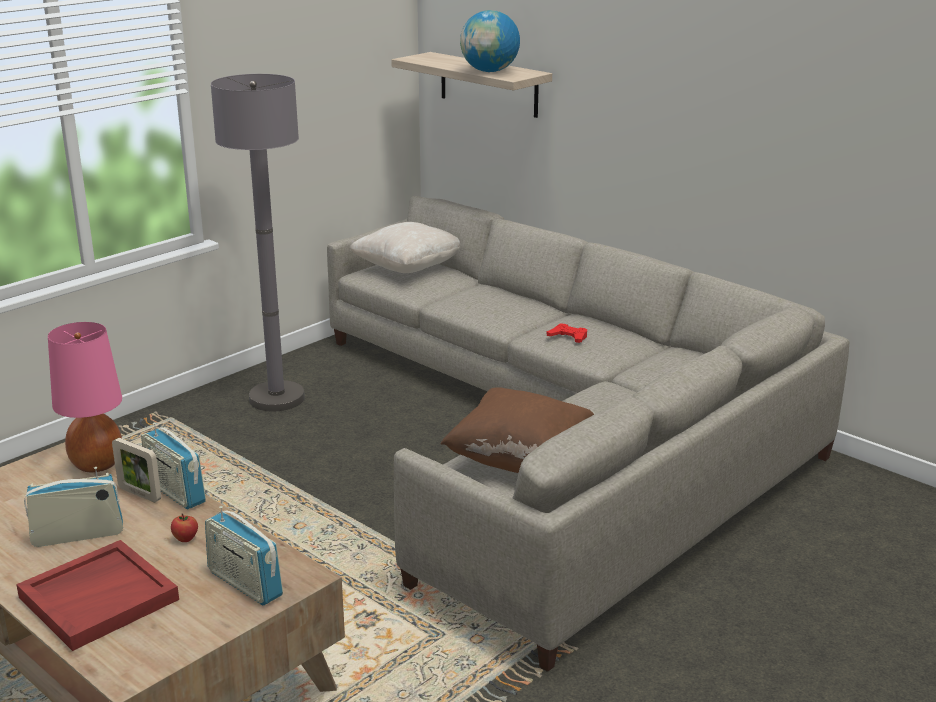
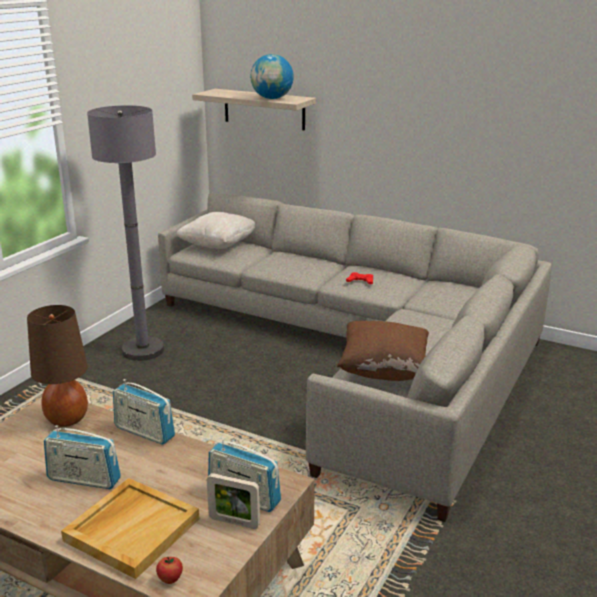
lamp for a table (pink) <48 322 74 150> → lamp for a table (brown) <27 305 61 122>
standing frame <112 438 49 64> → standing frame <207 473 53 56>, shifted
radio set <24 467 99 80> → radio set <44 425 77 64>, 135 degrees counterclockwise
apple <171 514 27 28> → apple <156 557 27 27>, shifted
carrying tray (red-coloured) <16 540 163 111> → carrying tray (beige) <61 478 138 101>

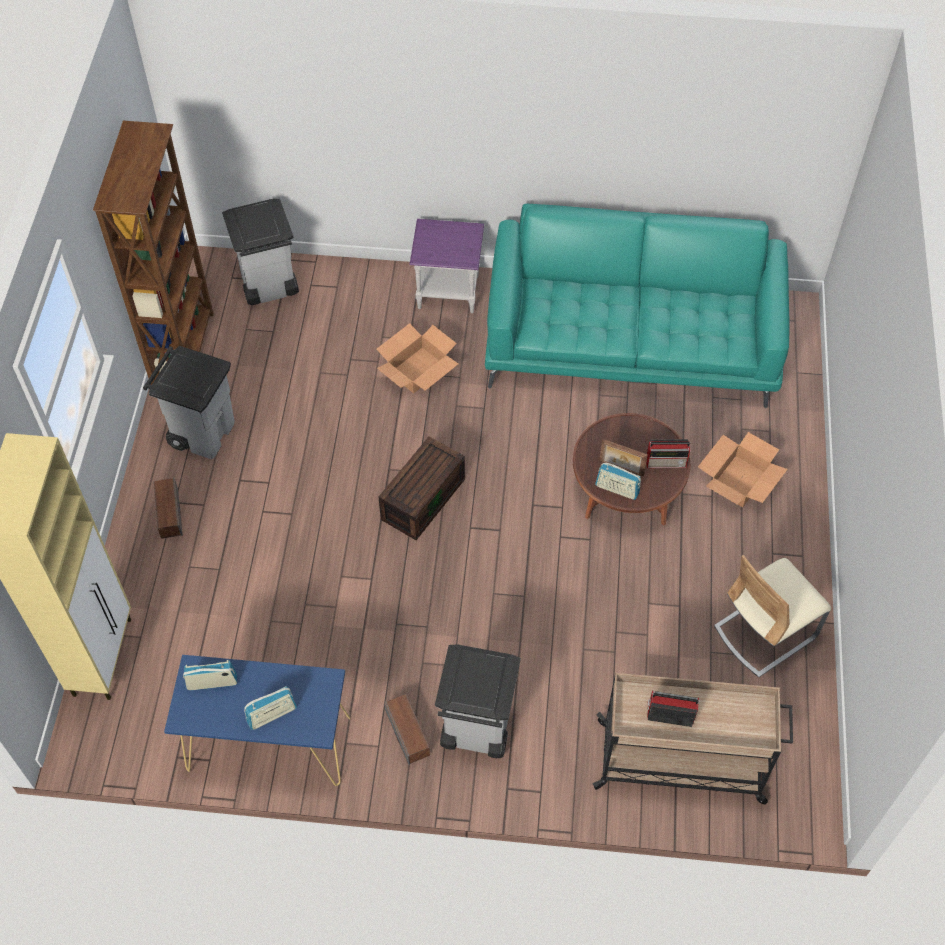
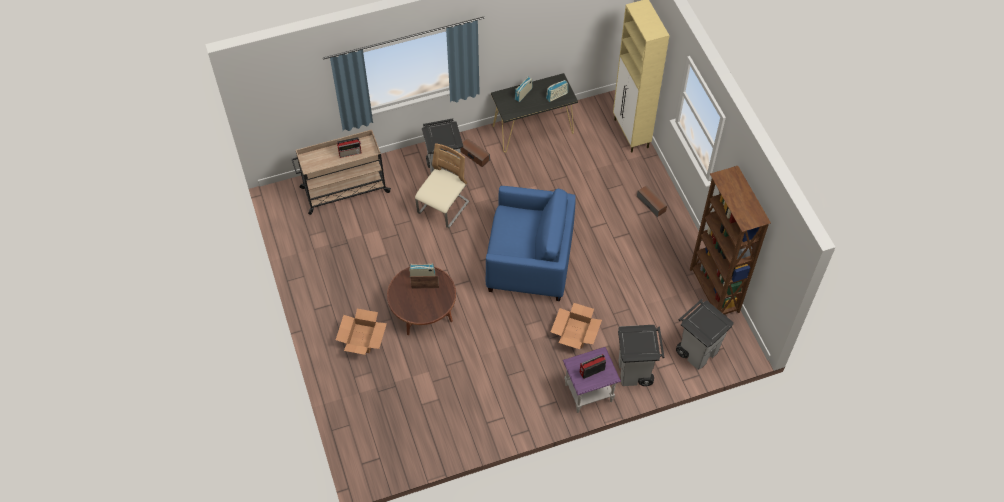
settee (blue-green) <485 204 305 204> → -
trash can (grey) <143 346 92 113> → trash can (grey) <618 325 46 61>, shifted
storage box (brown) <379 437 86 103> → armchair (blue-coloured) <485 186 91 115>
radio set <646 439 45 29> → radio set <580 354 26 25>, shifted
plain chair (beige) <714 555 117 122> → plain chair (beige) <415 143 54 85>, shifted
console table (blue-coloured) <164 655 187 131> → console table (blackish) <491 73 87 80>

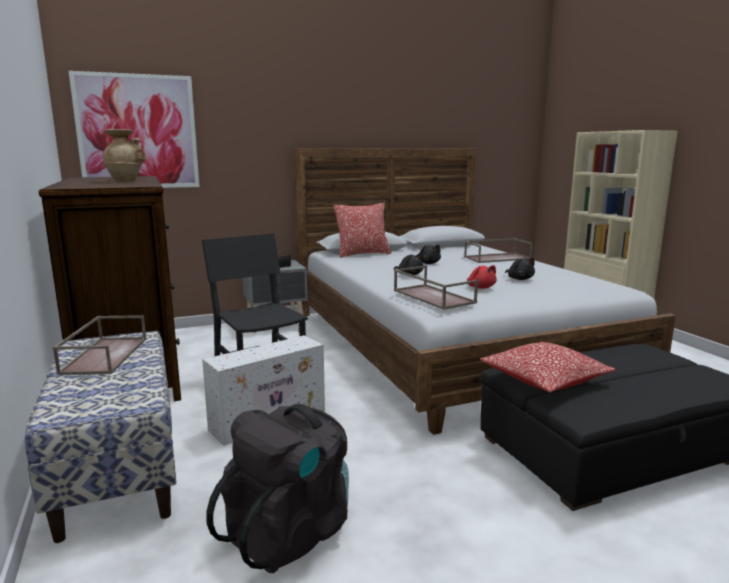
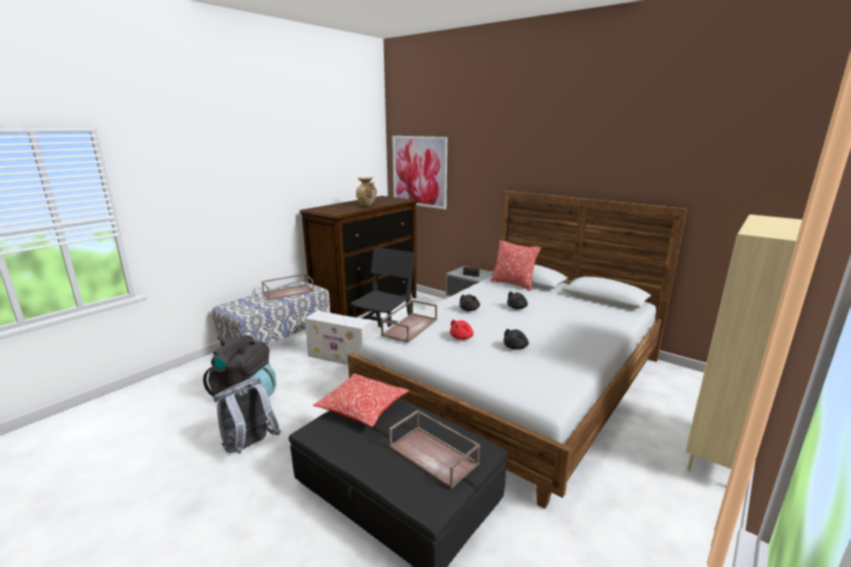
carrying tray (brown) <464 238 68 25> → carrying tray (brown) <389 410 91 79>, shifted
- → rucksack (grey) <214 377 67 77>

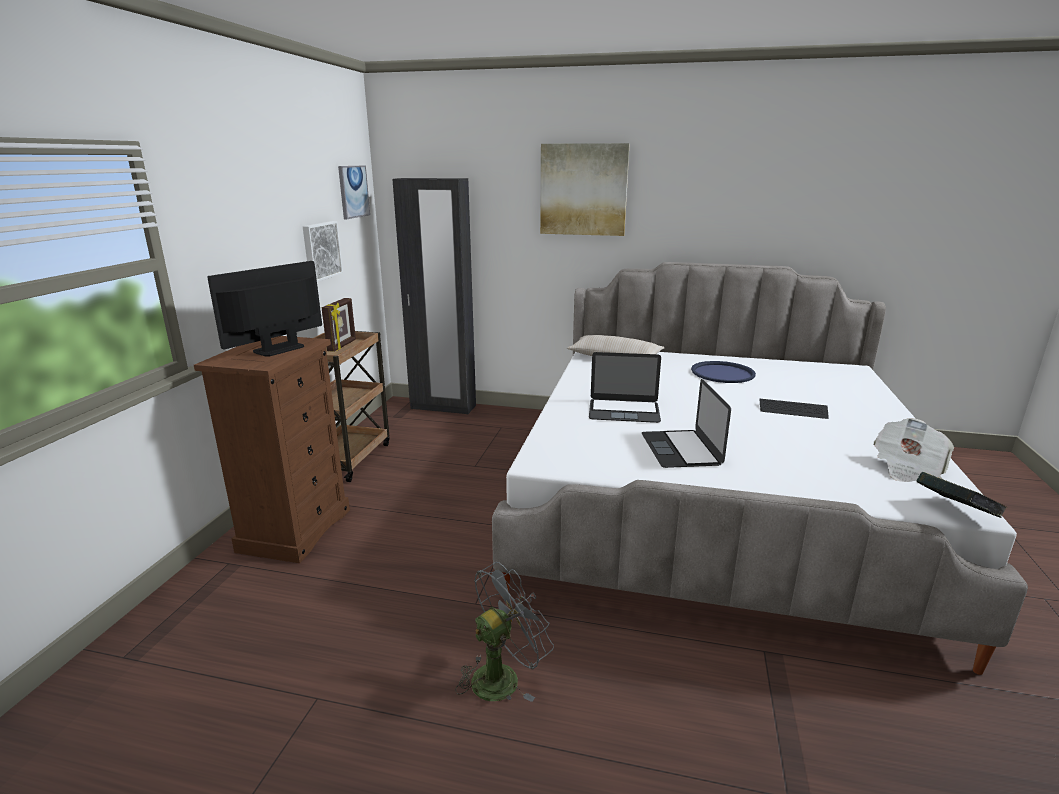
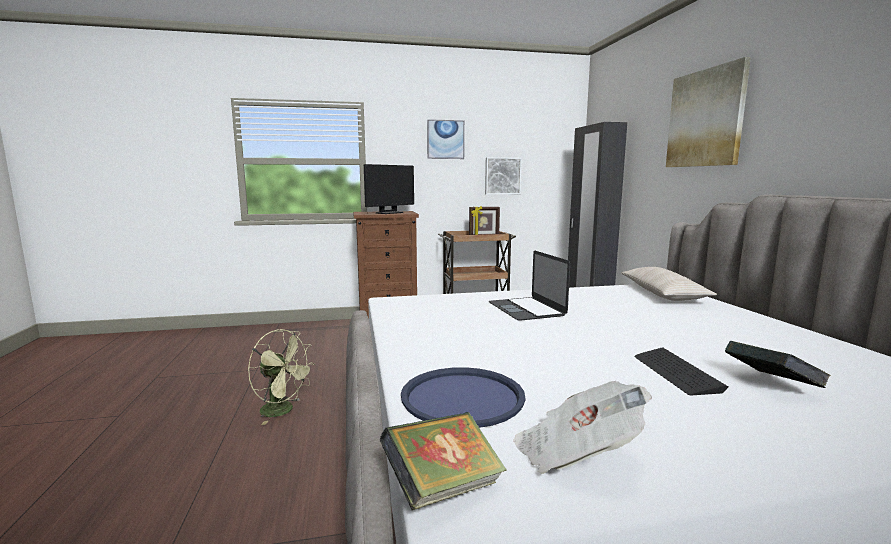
wall art <338 166 32 53> → wall art <427 119 38 40>, shifted
computer screen <207 261 115 96> → computer screen <364 164 50 50>, 120 degrees clockwise
carrying tray (blue-coloured) <691 361 65 22> → carrying tray (blue-coloured) <401 367 124 61>, shifted
portable computer <642 379 89 89> → -
fan (grey) <455 562 99 140> → fan (green-coloured) <248 329 67 96>
- → volume <725 341 106 47>

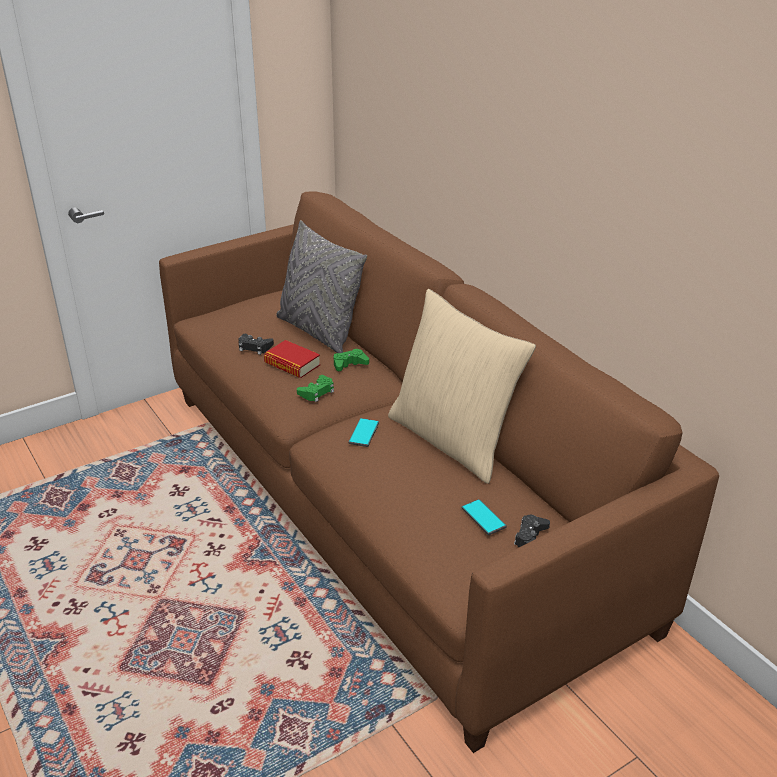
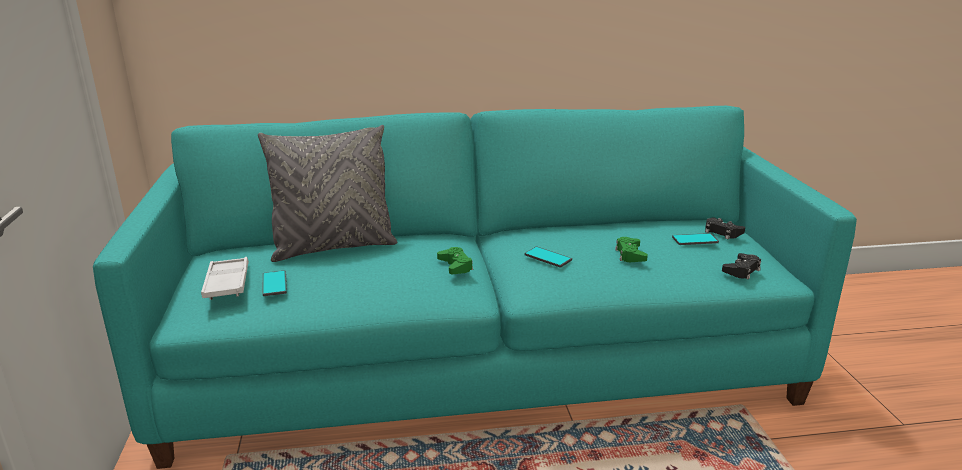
settee (brown) <159 191 560 562> → settee (blue-green) <93 106 764 363>
throw pillow (beige) <388 289 148 195> → -
gamepad (blackish) <239 334 35 21> → gamepad (blackish) <722 253 39 26>, shifted
volume <264 340 56 38> → -
gamepad (green-coloured) <334 349 35 22> → gamepad (green-coloured) <615 237 33 25>, shifted
- → carrying tray (whitish) <201 257 48 43>
- → phone <262 270 25 26>

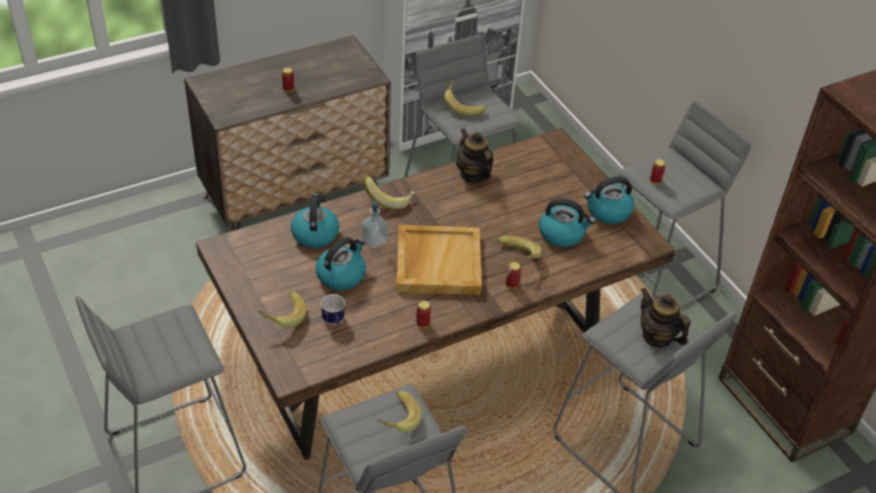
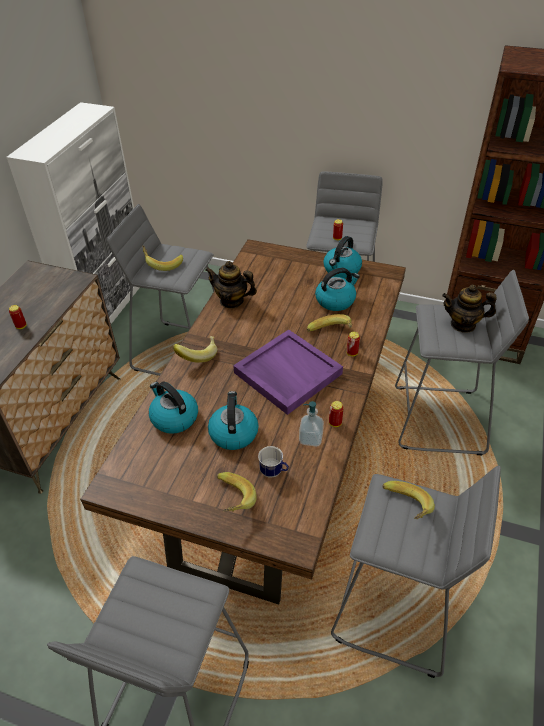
soap dispenser <362 200 26 48> → soap dispenser <299 401 25 46>, shifted
carrying tray (beige) <396 225 86 70> → carrying tray (purple) <233 329 110 86>

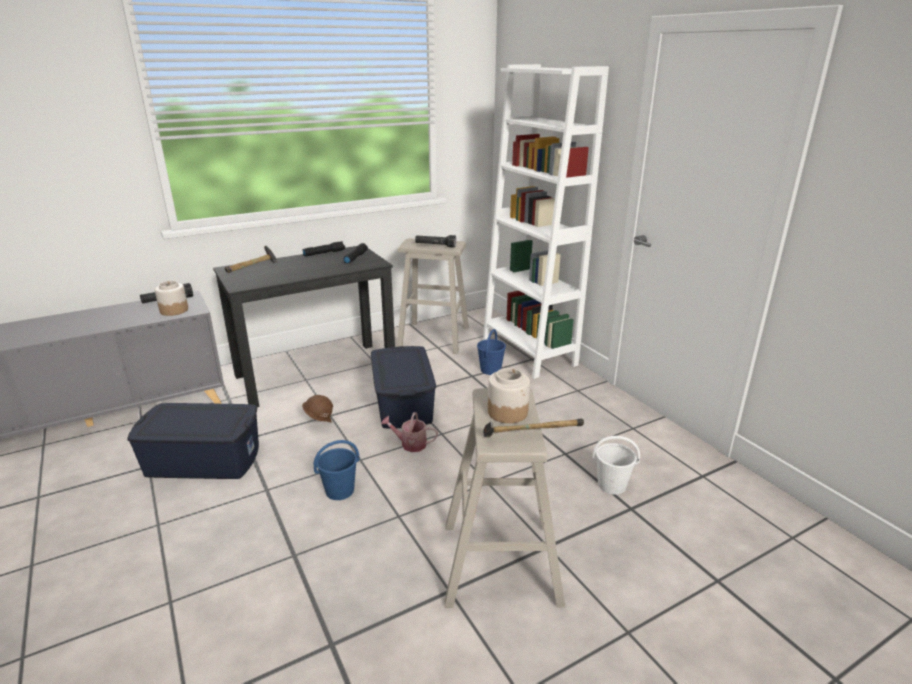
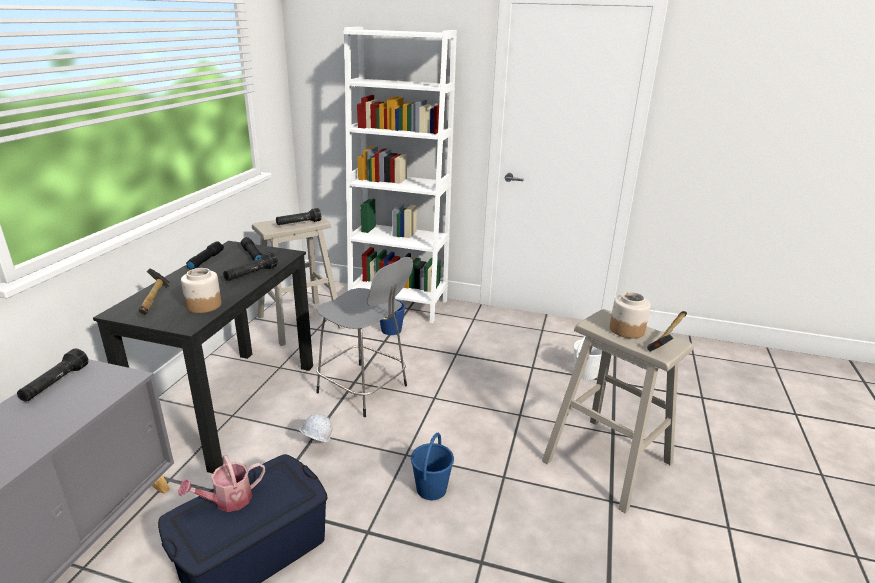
preserve jar <155 281 33 35> → preserve jar <181 268 41 45>, shifted
storage box (blue-coloured) <371 346 65 82> → stool (grey) <316 257 97 160>
work helmet (brown) <302 395 31 28> → work helmet (whitish) <299 414 33 28>
watering can <381 412 57 40> → watering can <178 455 87 57>, shifted
- → flashlight (blackish) <223 252 55 29>

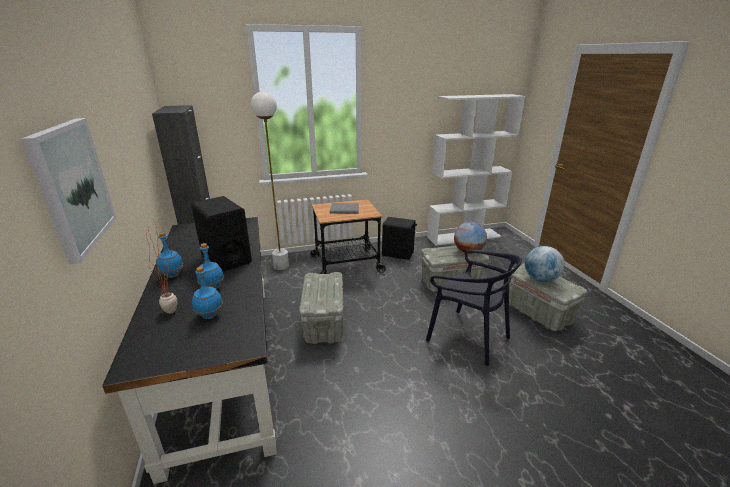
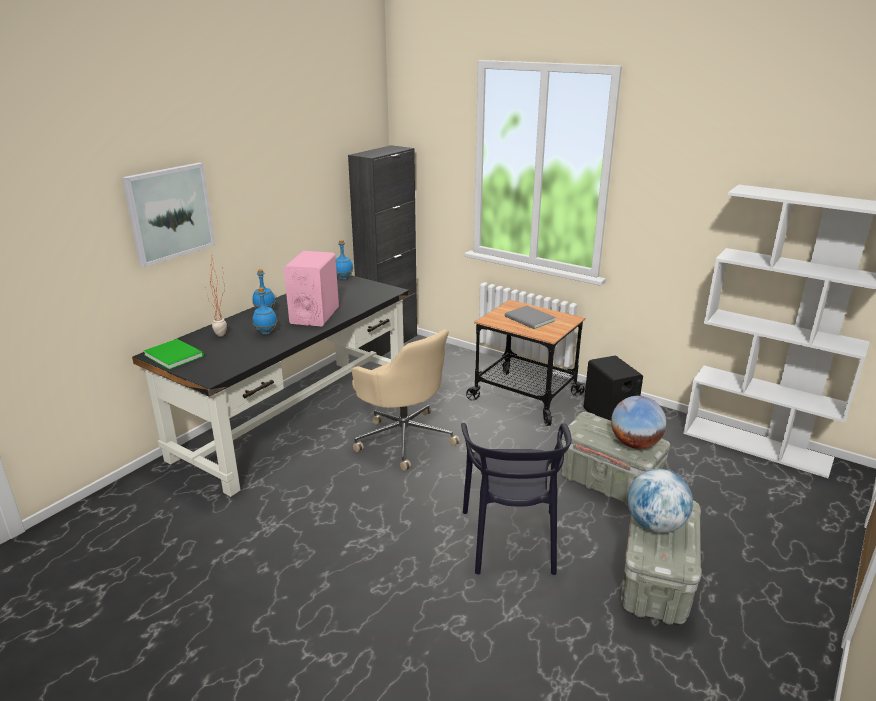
standing lamp (whitish) <251 92 38 178> → -
loudspeaker (blackish) <191 196 61 76> → loudspeaker (pink) <284 251 55 75>
beverage bottle (blue-coloured) <192 267 31 52> → beverage bottle (blue-coloured) <336 240 17 40>, shifted
storage box (grey) <299 272 45 72> → office chair (beige) <352 329 108 142>
- → volume (green-coloured) <144 339 60 31>

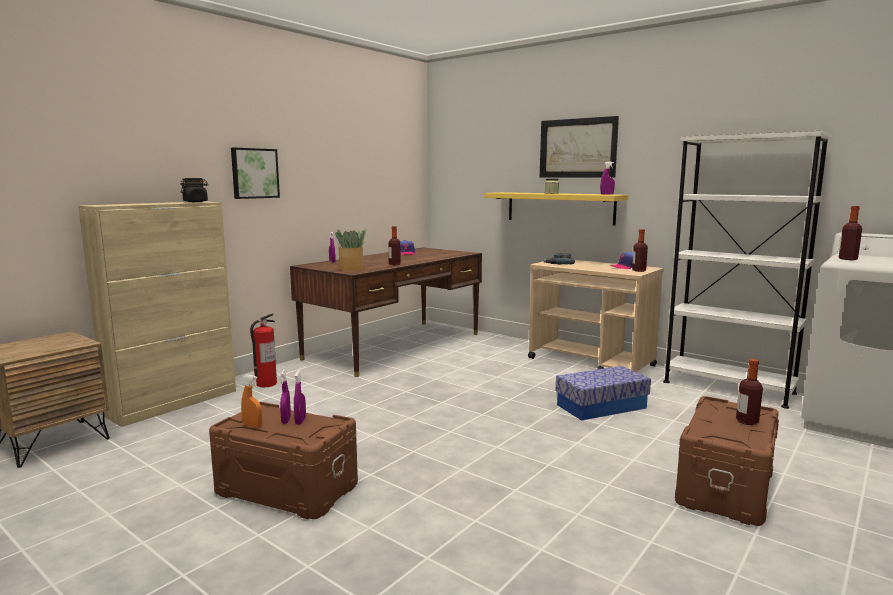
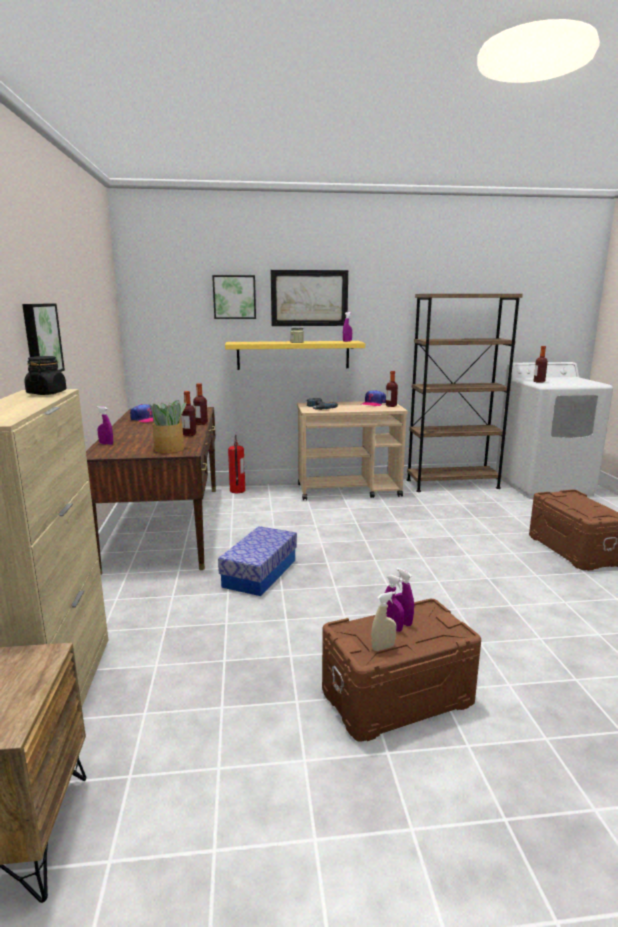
bookshelf (whitish) <663 131 168 278> → bookshelf (brown) <406 294 117 198>
extinguisher <250 313 27 74> → extinguisher <228 435 17 58>, shifted
beverage bottle <736 359 27 66> → beverage bottle <193 383 15 42>, shifted
storage box <555 366 96 55> → storage box <218 526 79 70>, shifted
sprayer (orange) <241 375 21 53> → sprayer (beige) <371 592 25 59>
- → wall art <212 275 44 44>

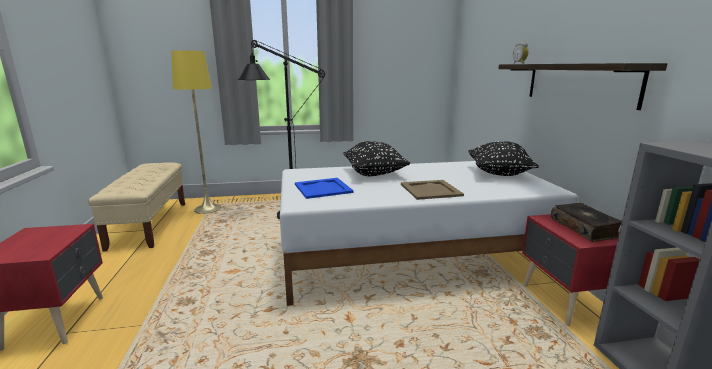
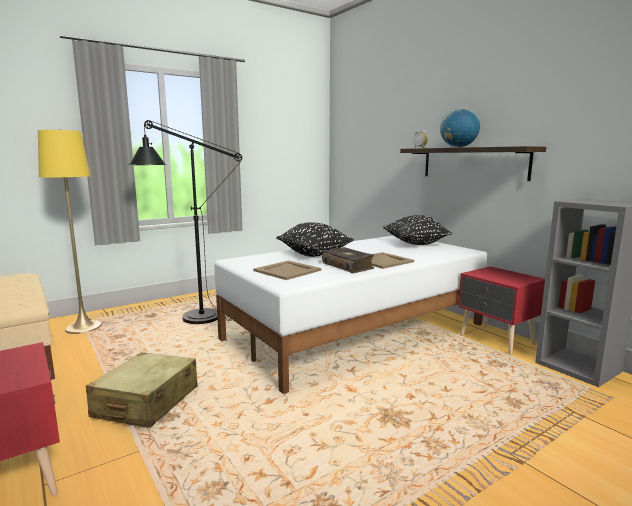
carrying tray (blue-coloured) <295 178 58 21> → carrying tray (beige) <253 260 68 20>
volume <551 203 71 39> → volume <322 247 52 26>, shifted
- → desk globe <440 108 40 40>
- → suitcase (beige) <86 352 112 76>

